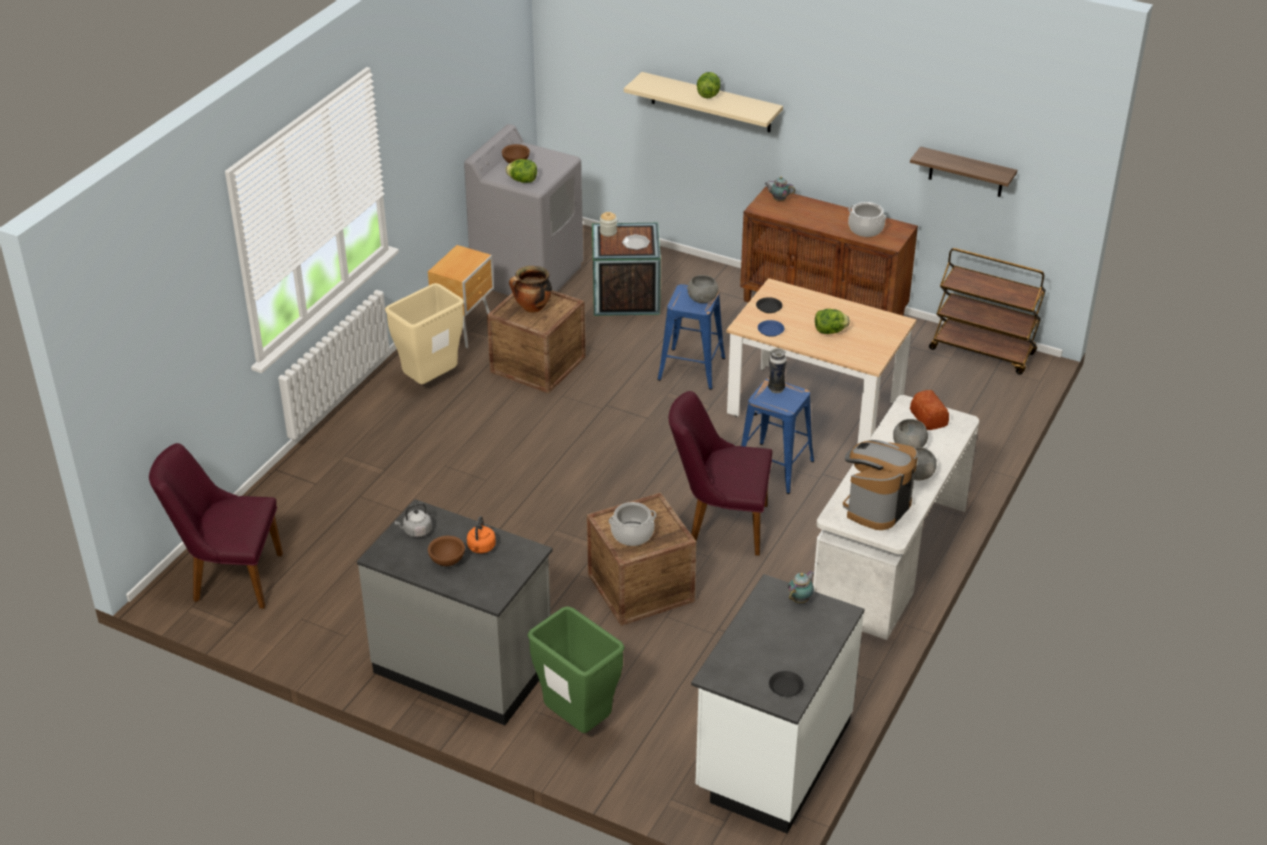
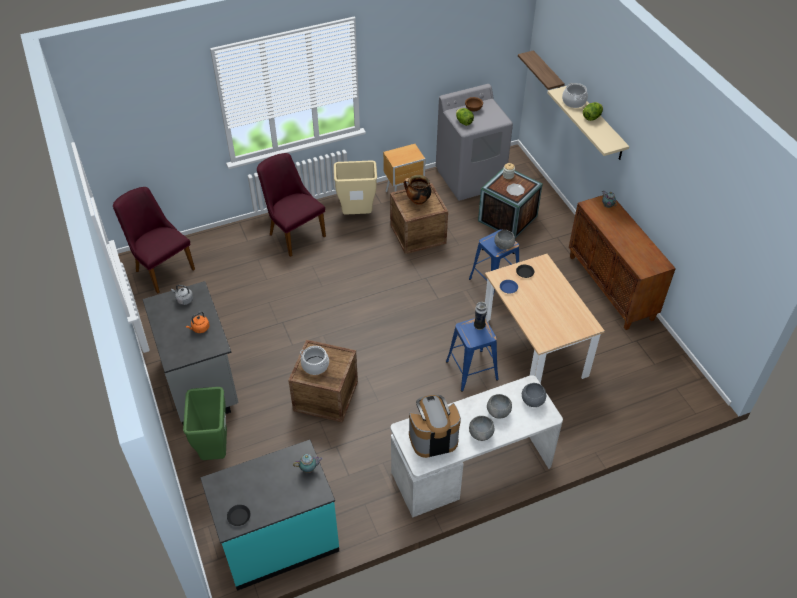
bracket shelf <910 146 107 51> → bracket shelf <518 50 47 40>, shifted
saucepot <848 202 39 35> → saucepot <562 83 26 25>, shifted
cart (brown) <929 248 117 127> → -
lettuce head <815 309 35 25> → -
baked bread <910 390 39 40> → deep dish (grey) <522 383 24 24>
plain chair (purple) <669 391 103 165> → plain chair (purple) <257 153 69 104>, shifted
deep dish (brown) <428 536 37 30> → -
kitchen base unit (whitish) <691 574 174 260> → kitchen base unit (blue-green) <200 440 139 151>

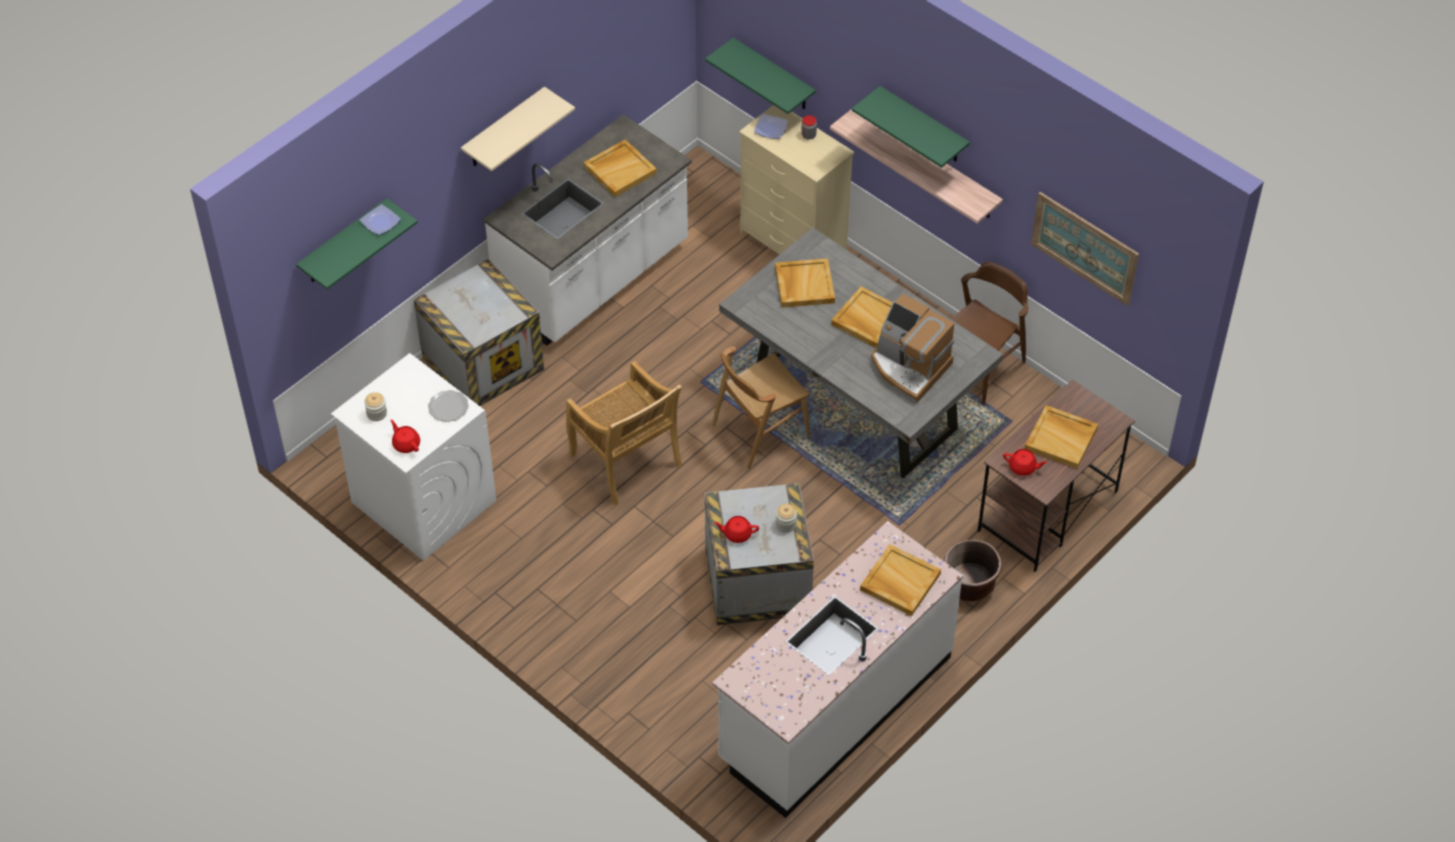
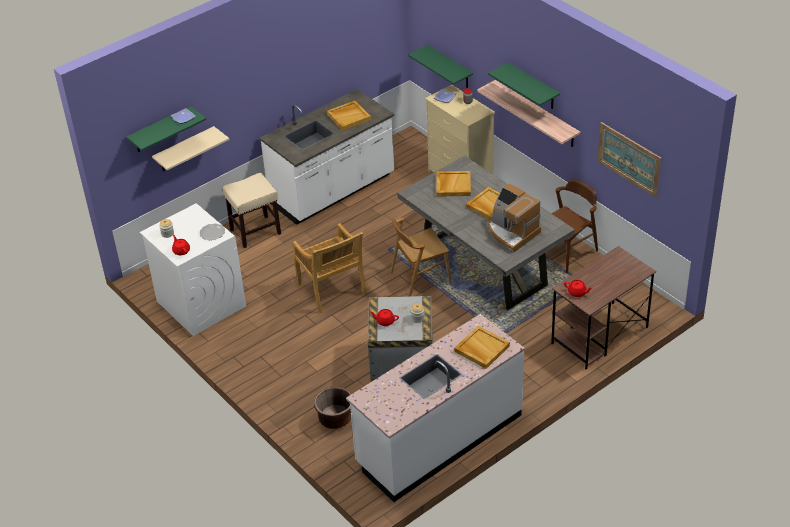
bracket shelf (beige) <461 87 114 84> → bracket shelf (beige) <152 126 77 45>, shifted
shipping crate <414 259 130 147> → stool (beige) <223 173 58 75>
carrying tray (beige) <1025 405 73 64> → -
plant pot (brown) <944 539 58 62> → plant pot (brown) <314 387 37 42>, shifted

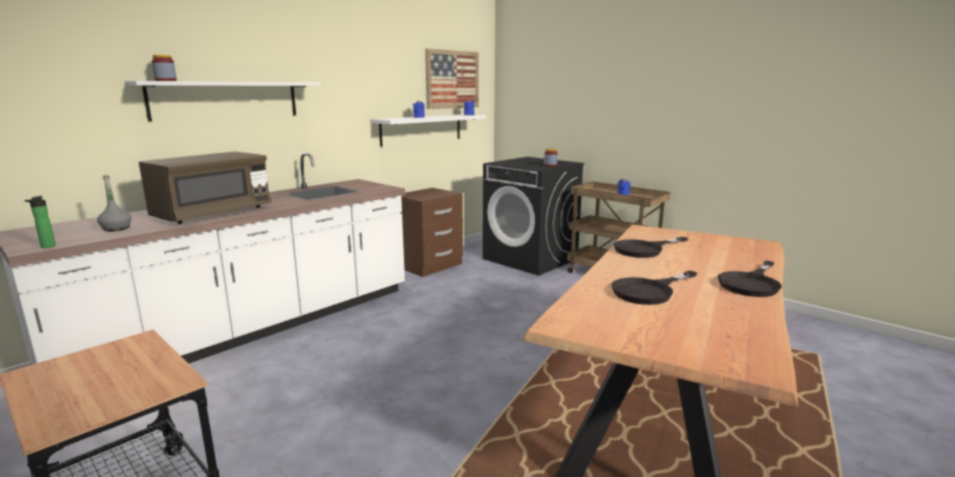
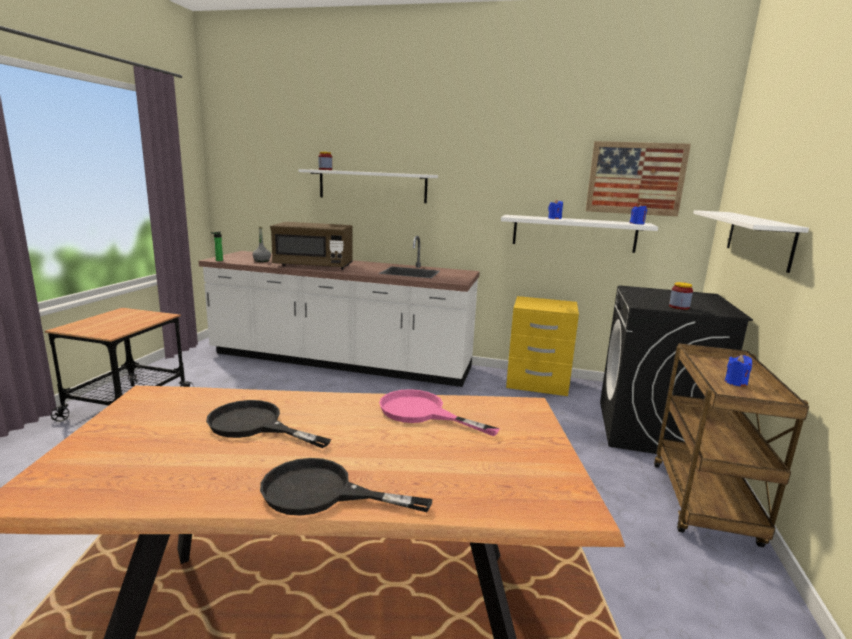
nightstand (brown) <400 188 63 89> → nightstand (yellow-coloured) <506 296 73 100>
pan (blackish) <614 237 74 21> → pan (pink) <379 389 121 48>
- → bracket shelf (whitish) <693 210 116 63>

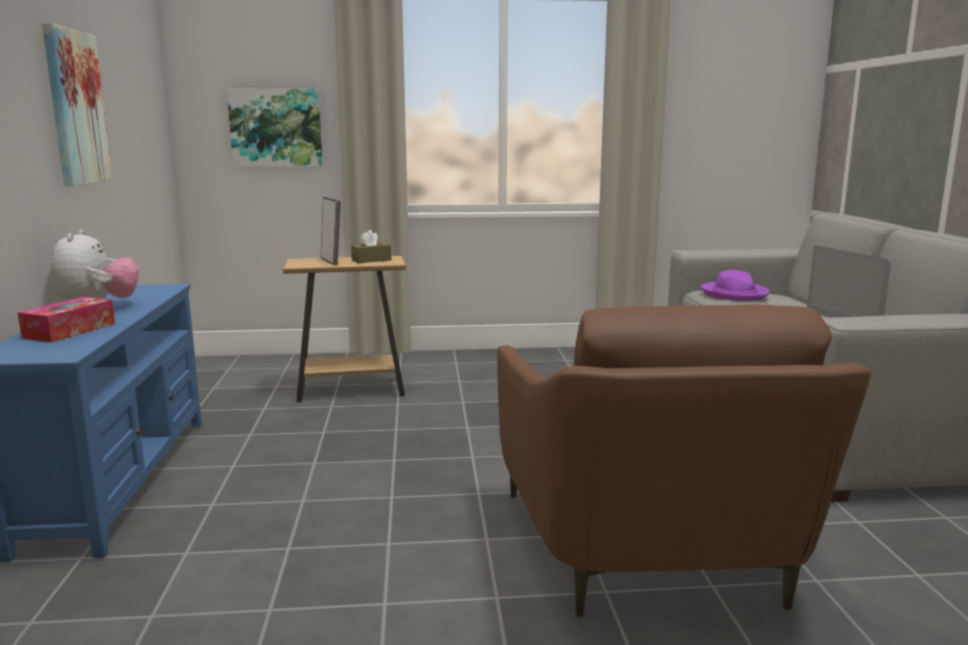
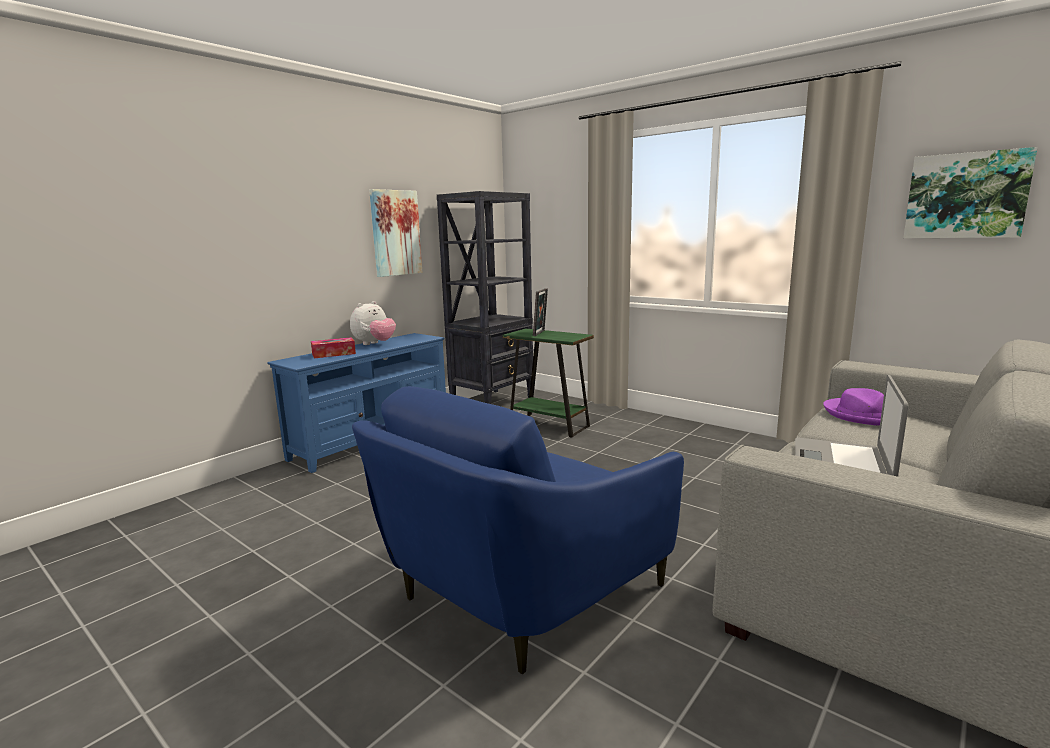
wall art <227 89 96 78> → wall art <903 147 135 91>, shifted
tissue box (brown) <351 230 40 33> → -
side table (brown) <283 256 123 146> → side table (green-coloured) <503 329 91 109>
armchair (brown) <497 304 374 313> → armchair (blue-coloured) <352 386 332 288>
- → bookshelf (blackish) <437 191 97 213>

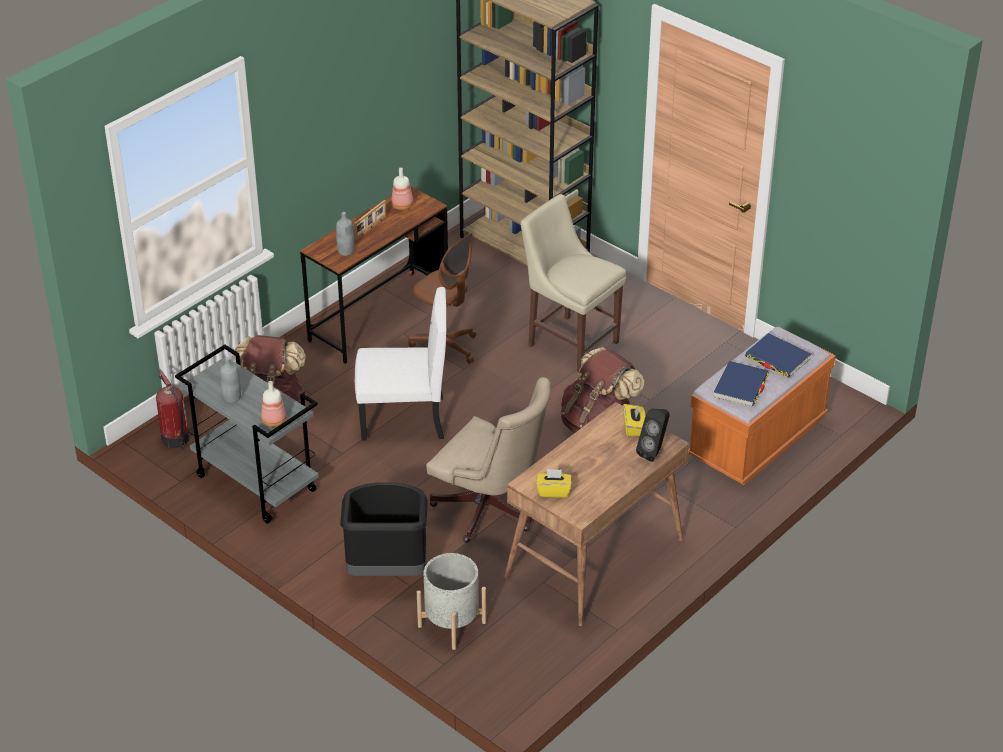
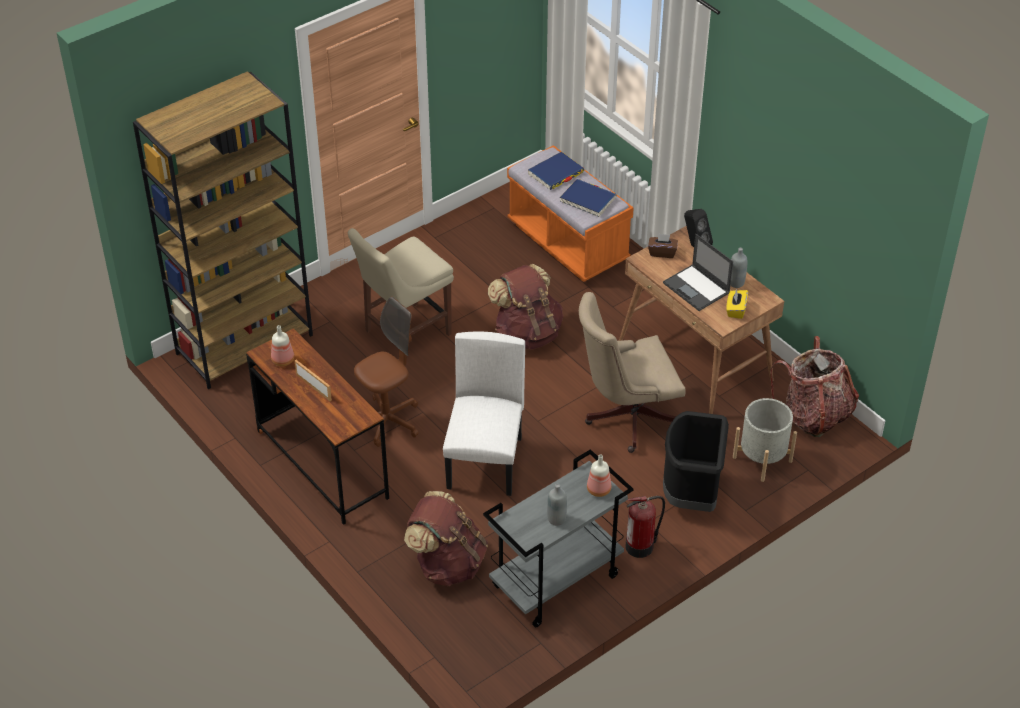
beverage bottle (grey) <336 212 18 44> → beverage bottle (grey) <731 248 16 40>, shifted
extinguisher <156 369 33 80> → extinguisher <625 496 40 62>, shifted
office chair (beige) <426 377 125 166> → office chair (beige) <579 292 106 161>, 150 degrees counterclockwise
tissue box (yellow-coloured) <623 404 23 32> → tissue box (brown) <648 233 30 25>
- → portable computer <663 234 70 77>
- → rucksack <770 336 89 101>

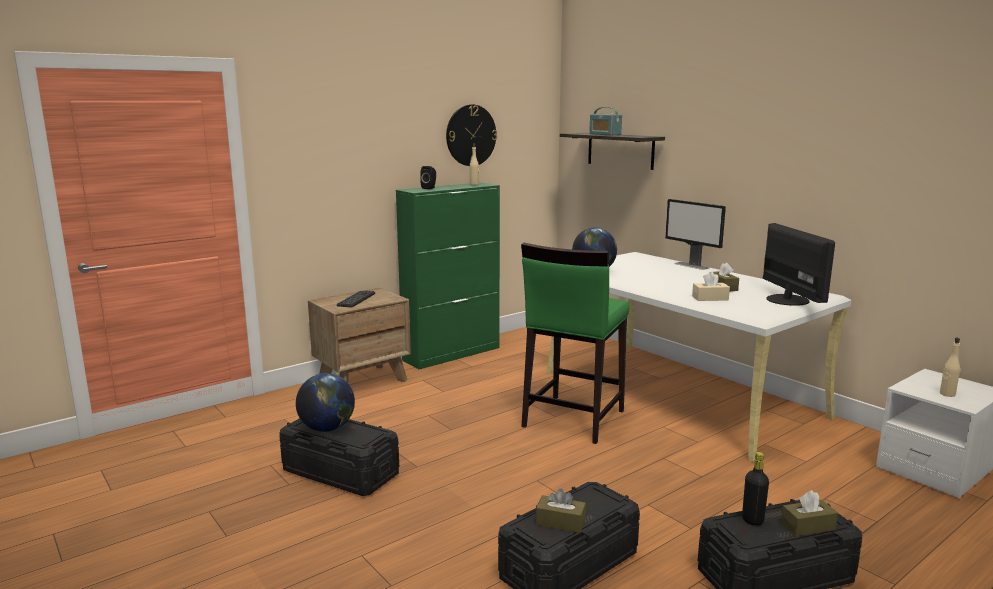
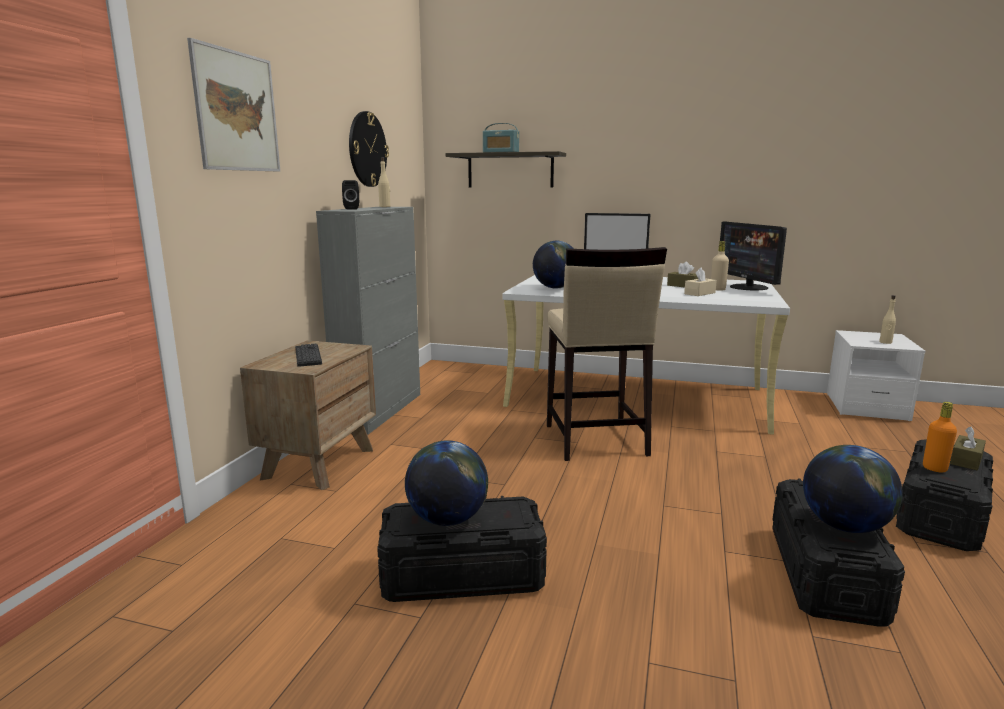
storage cabinet (green-coloured) <396 182 104 187> → storage cabinet (grey) <316 207 104 228>
computer screen <763 223 72 83> → computer screen <720 221 67 69>, 150 degrees counterclockwise
stool (green-coloured) <521 243 109 201> → stool (beige) <547 247 120 214>
beverage bottle (blackish) <742 452 27 74> → beverage bottle (orange) <923 402 34 70>
tissue box (brown) <536 489 50 44> → desk globe <803 445 100 88>
- → wall art <187 38 93 133>
- → beverage bottle (beige) <711 241 18 50>

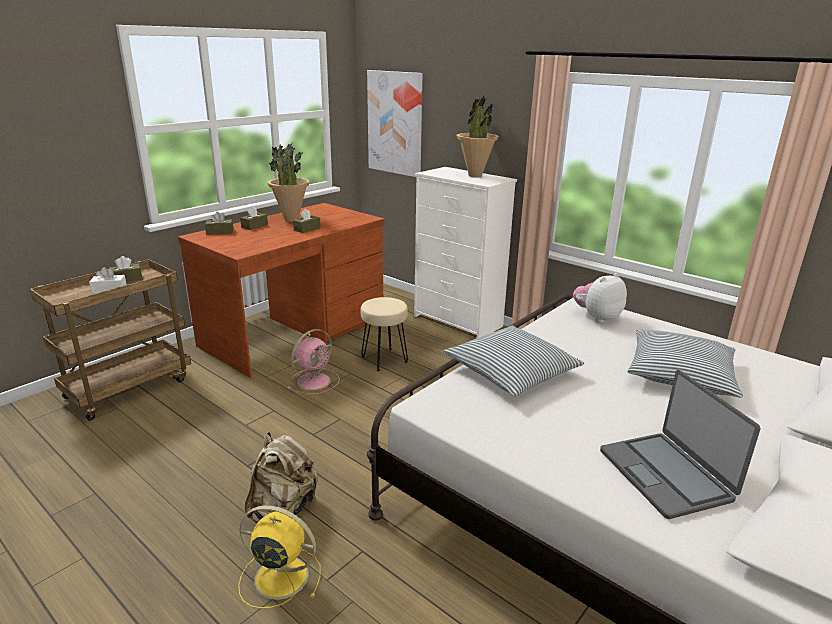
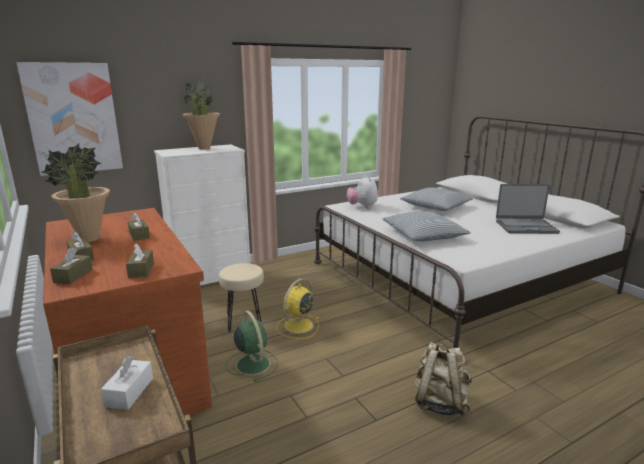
tissue box (brown) <109 256 33 26> → tissue box (brown) <126 243 28 35>, shifted
fan (pink) <287 329 53 65> → fan (green-coloured) <226 311 52 71>
fan (yellow-coloured) <238 505 83 104> → fan (yellow-coloured) <276 279 43 60>, shifted

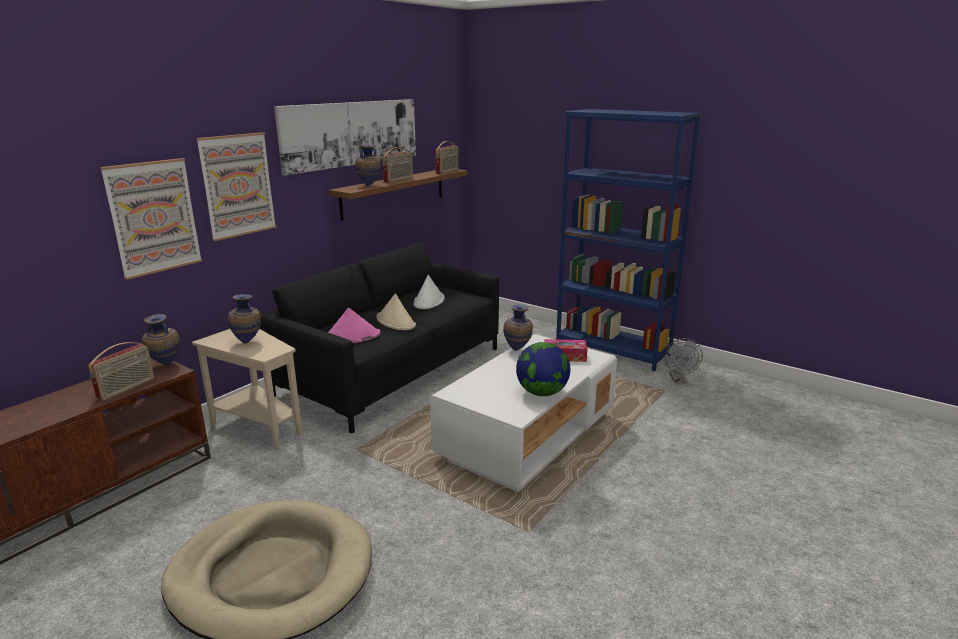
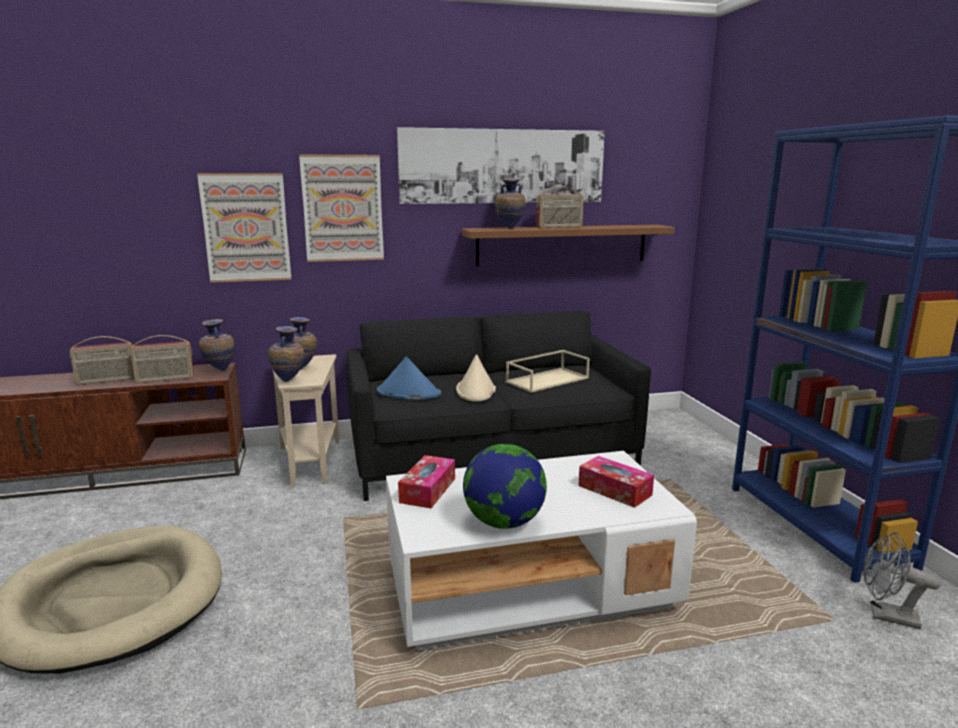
radio set <435 141 23 33> → radio set <70 336 65 49>, shifted
clothing hat (whitish) <413 275 32 34> → carrying tray (beige) <506 350 83 43>
vase <503 305 30 46> → vase <268 326 37 56>, shifted
clothing hat (pink) <328 308 52 35> → clothing hat (blue-coloured) <377 356 64 43>
fan (grey) <665 338 38 46> → fan (grey) <864 532 77 97>, 75 degrees clockwise
- → tissue box <398 455 57 53>

